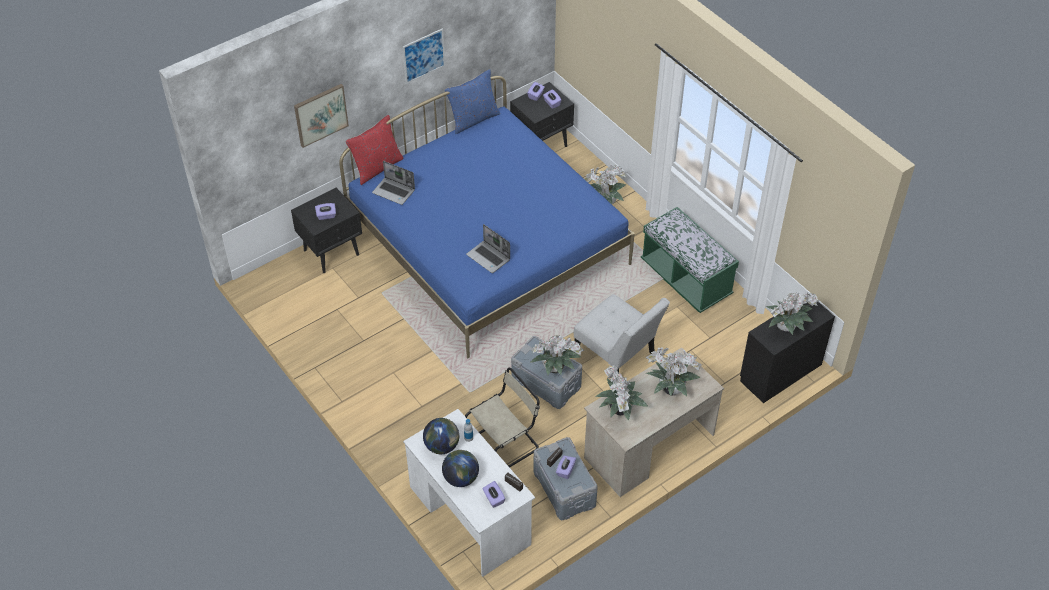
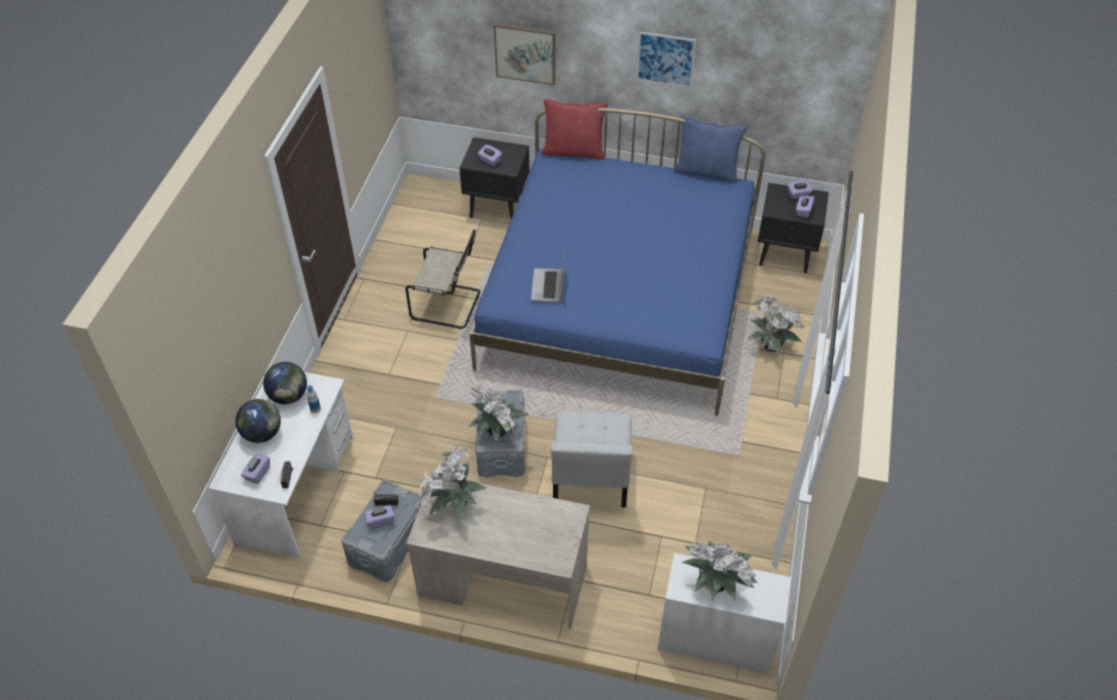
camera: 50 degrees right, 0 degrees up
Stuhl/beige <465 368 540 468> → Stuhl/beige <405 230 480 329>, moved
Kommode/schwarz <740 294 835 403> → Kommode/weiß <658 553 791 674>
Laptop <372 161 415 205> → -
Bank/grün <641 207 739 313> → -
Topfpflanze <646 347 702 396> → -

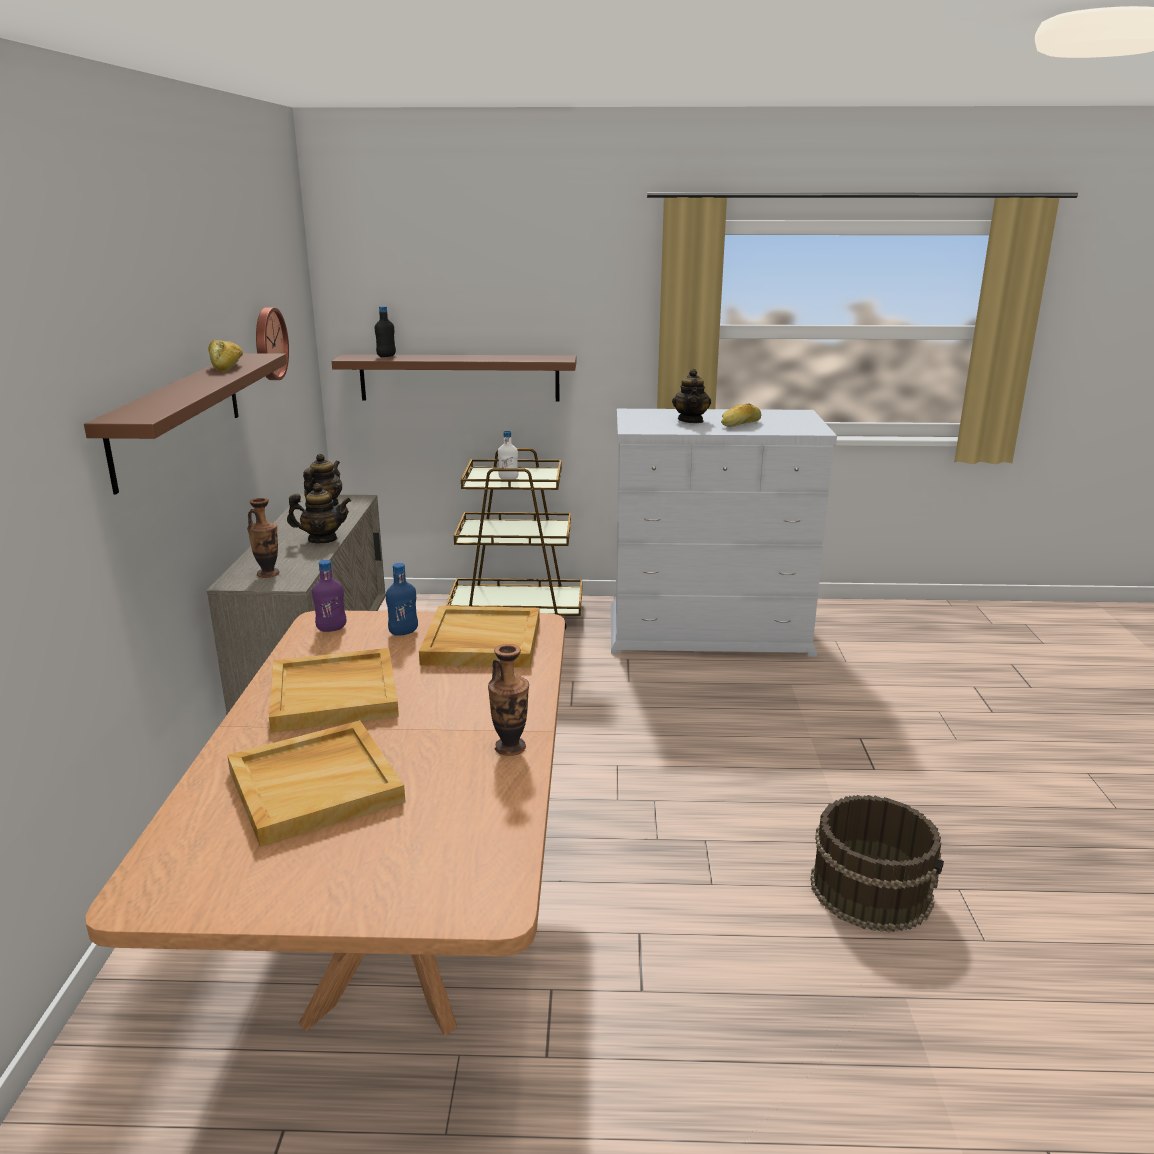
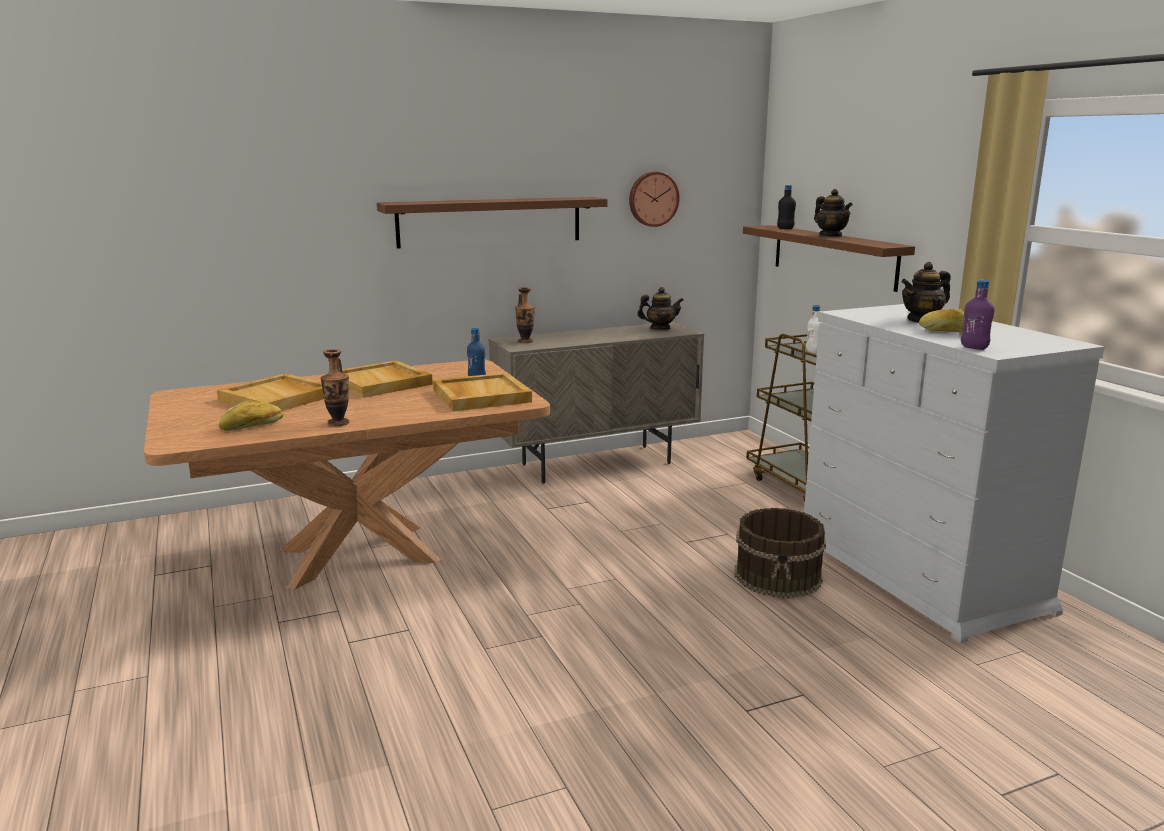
camera: 65 degrees right, 5 degrees down
Brot <208 340 243 371> → Brot <219 400 284 431>, moved
Eimer/braun <810 795 944 933> → Eimer/braun <735 508 826 598>, moved
Teekanne <287 483 351 543> → Teekanne <814 189 853 237>, moved
Flasche/lila <312 560 346 632> → Flasche/lila <961 280 995 350>, moved

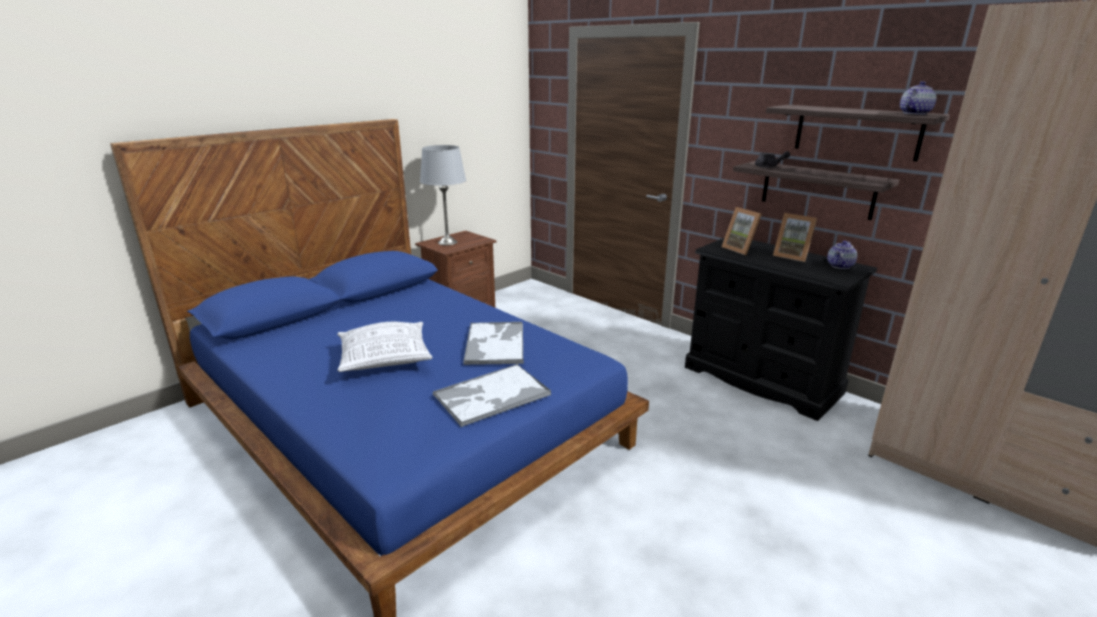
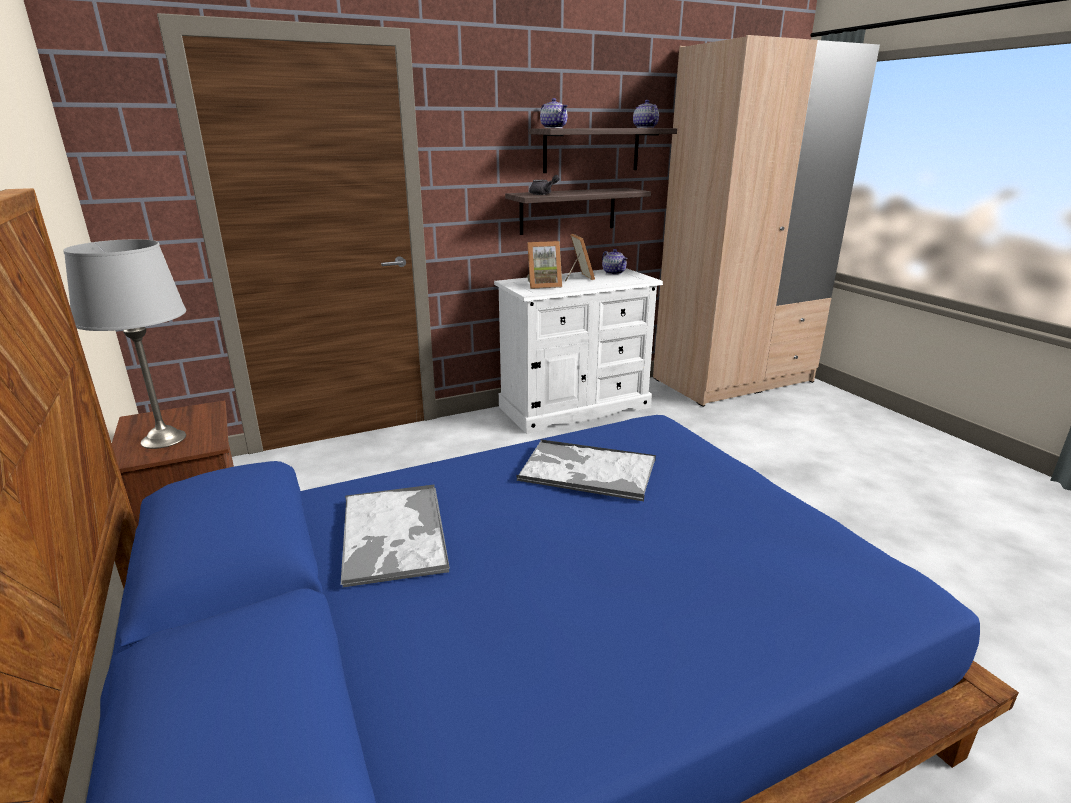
camera: 70 degrees left, 0 degrees up
Tablett <433 364 551 427> → Tablett <341 485 450 587>, moved
Kommode/schwarz <685 238 877 421> → Kommode/weiß <494 268 663 434>
- → Teekanne <540 98 568 128>
Bilderrahmen <773 213 817 262> → Bilderrahmen <565 234 595 281>, 75 degrees counterclockwise
Kissen <337 322 432 372> → -

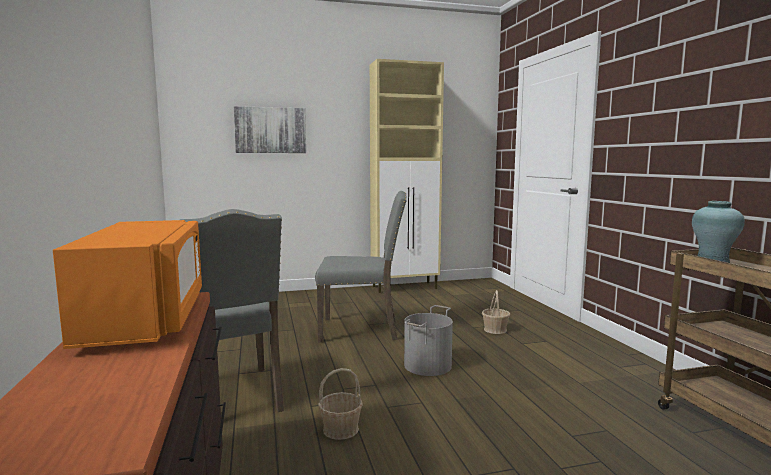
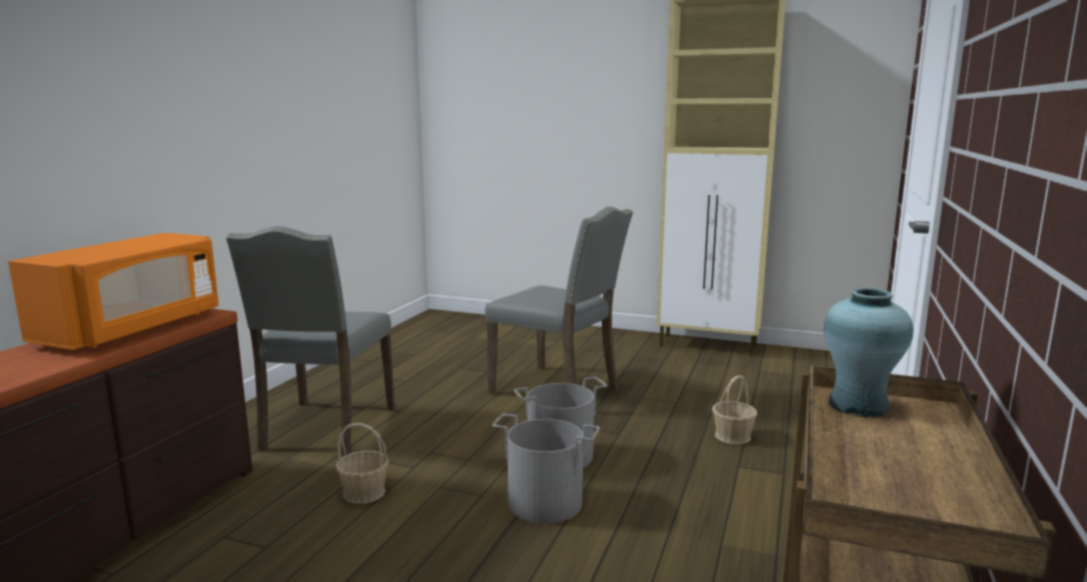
camera: 35 degrees right, 5 degrees up
- → Eimer/grau <492 414 600 523>
Bild <233 106 306 153> → -

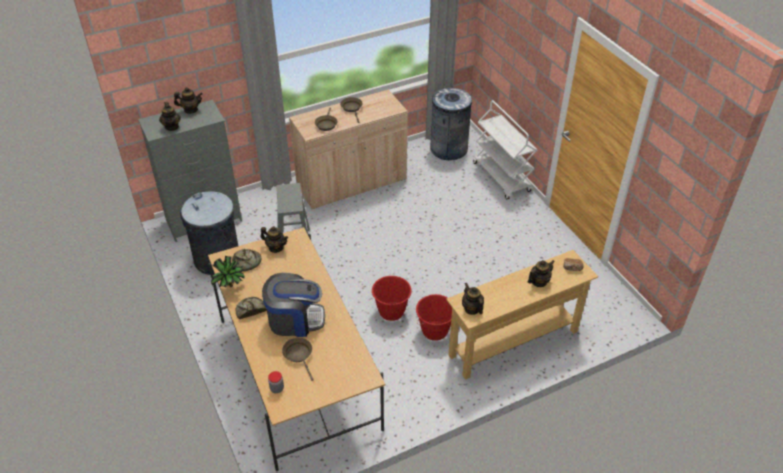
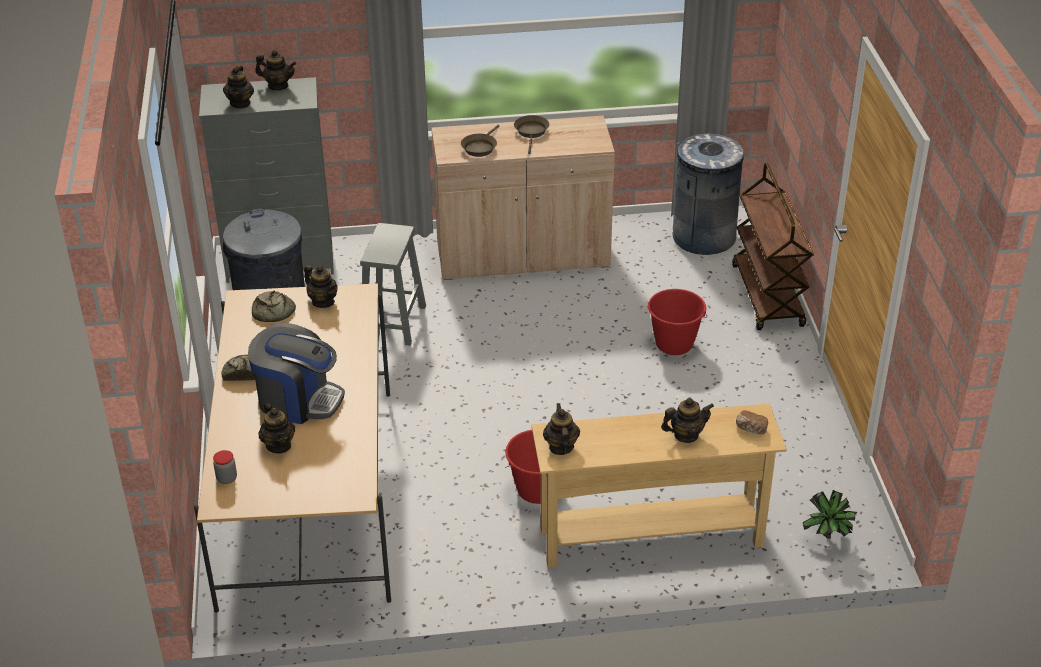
camera: 20 degrees right, 5 degrees down
Pfanne/braun <282 338 314 381> → Teekanne <258 402 295 454>
Eimer/rot <372 276 412 321> → Eimer/rot <648 289 707 355>, moved
Rollwagen/weiß <473 100 537 199> → Rollwagen/braun <732 163 814 330>
Topfpflanze <211 256 245 288> → Topfpflanze <803 490 857 539>, moved

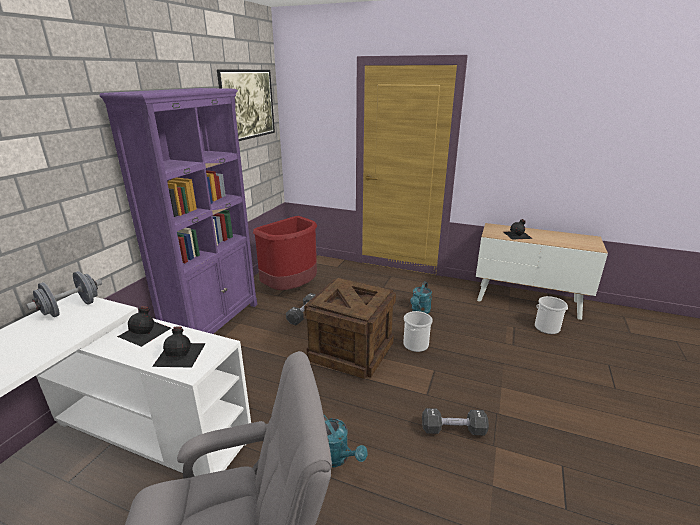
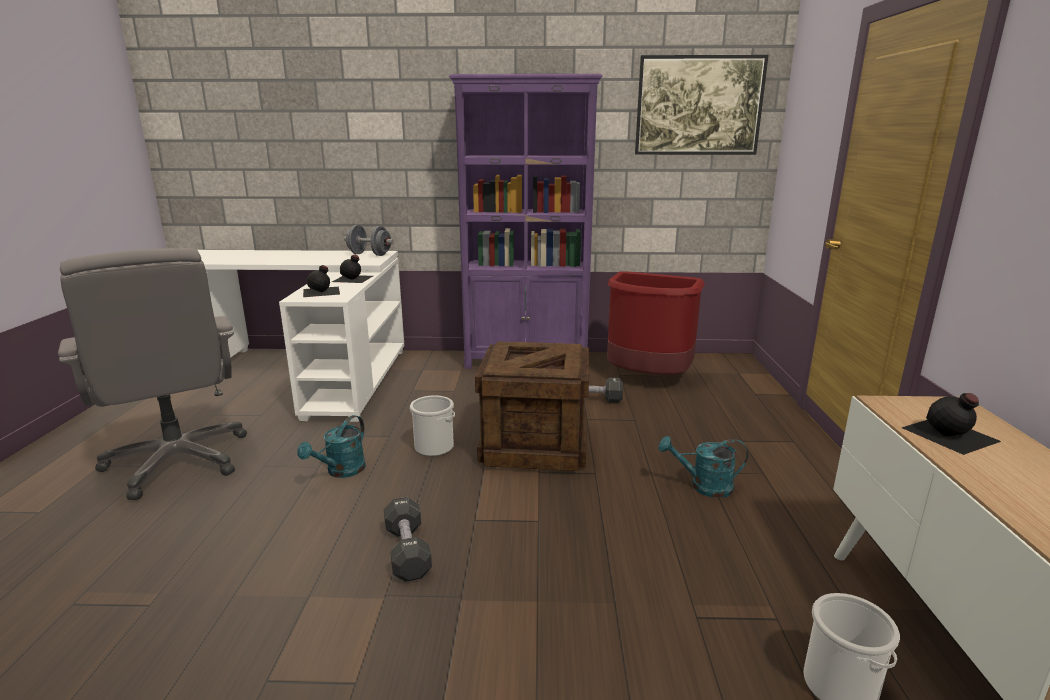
camera: 70 degrees right, 5 degrees down
Eimer <403 311 433 352> → Eimer <410 395 455 456>, moved

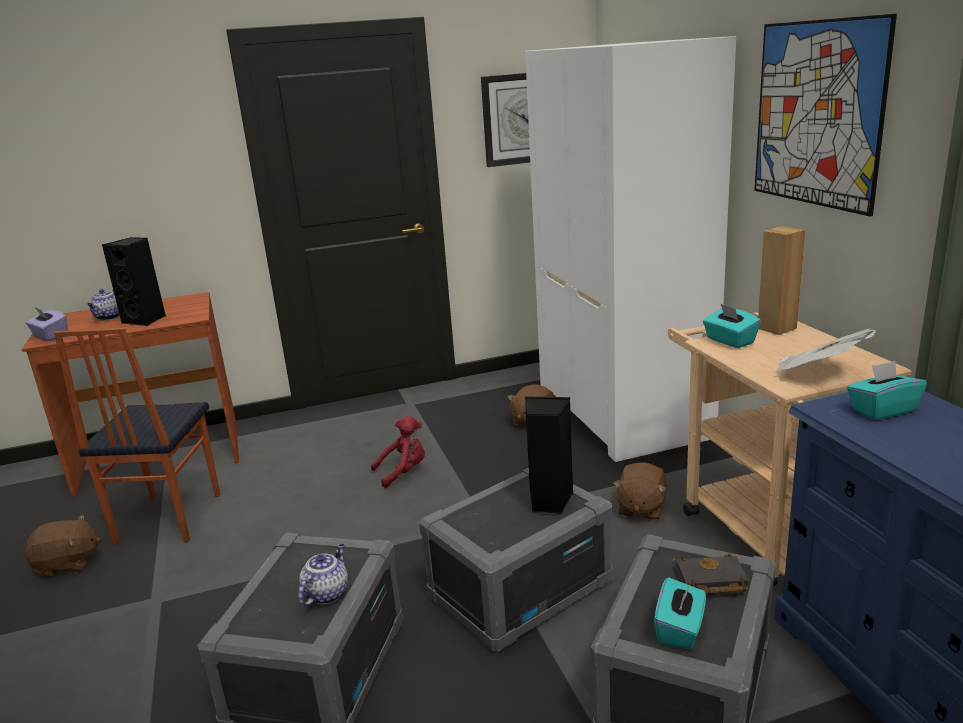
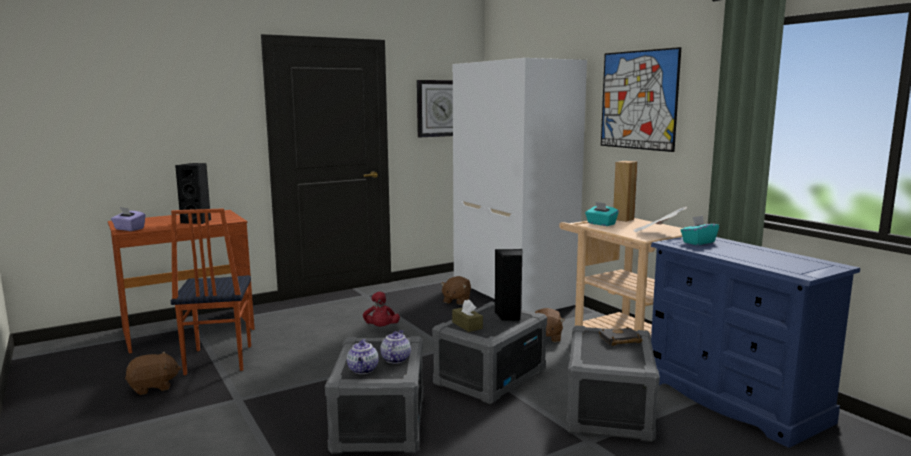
camera: 15 degrees left, 10 degrees down
Teekanne <87 289 120 320> → Teekanne <347 339 379 374>, moved
Plüschtier/rot <371 416 425 488> → Plüschtier/rot <363 292 400 327>, 120 degrees clockwise
- → Taschentuchbox/braun <452 299 483 332>
Taschentuchbox/türkis <654 577 706 649> → -

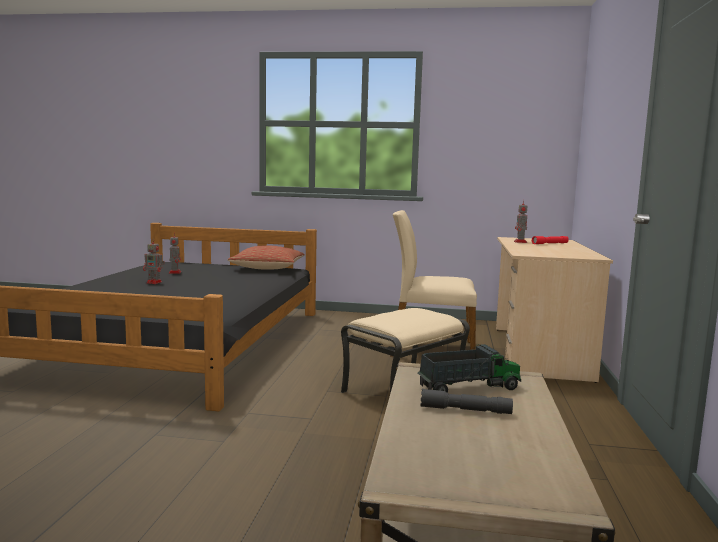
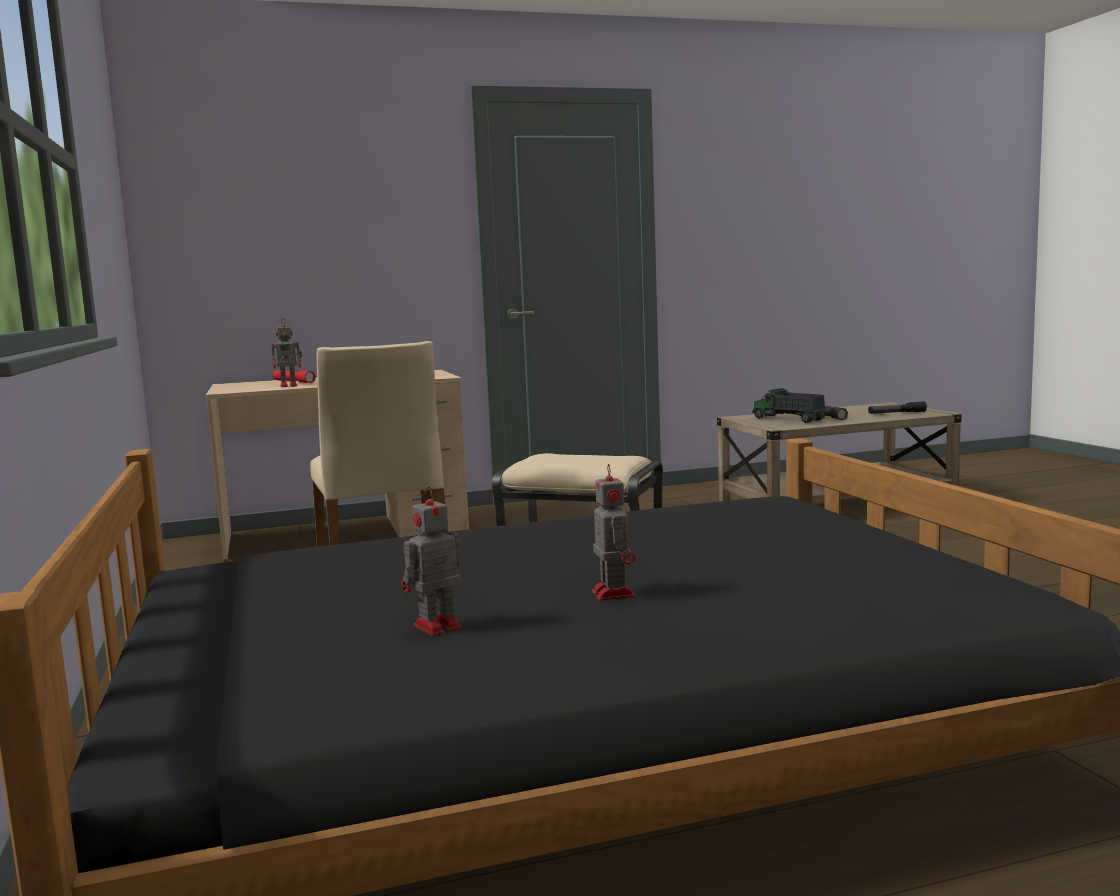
camera: 115 degrees left, 0 degrees up
- → Taschenlampe <868 402 927 414>
Kissen <227 245 305 270> → -

